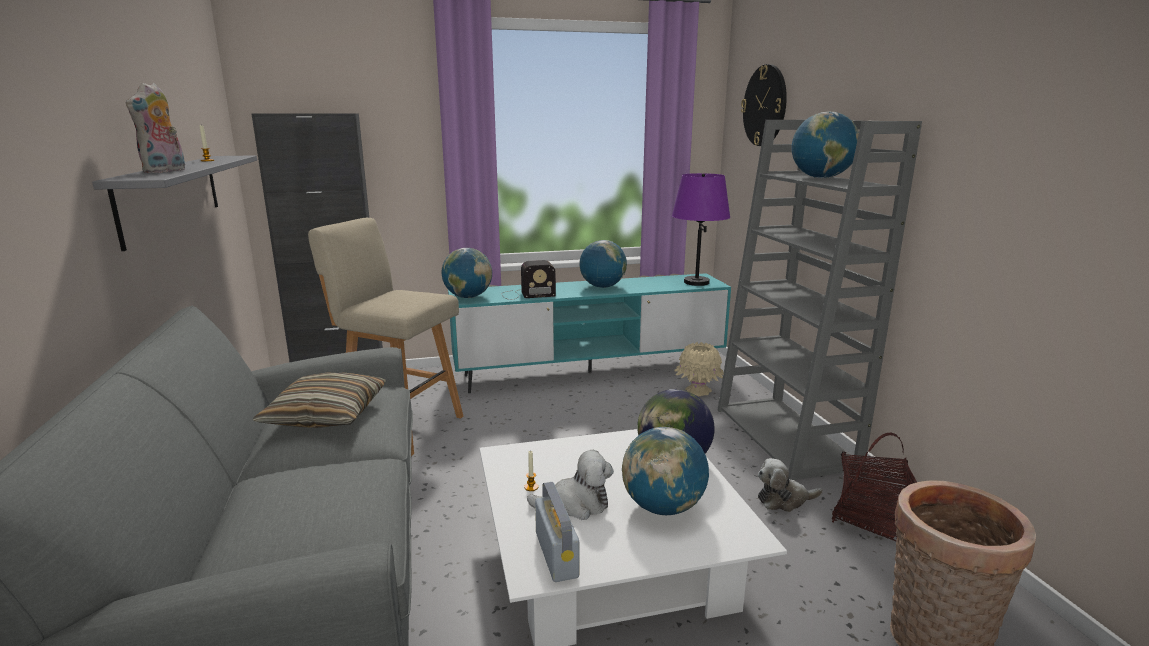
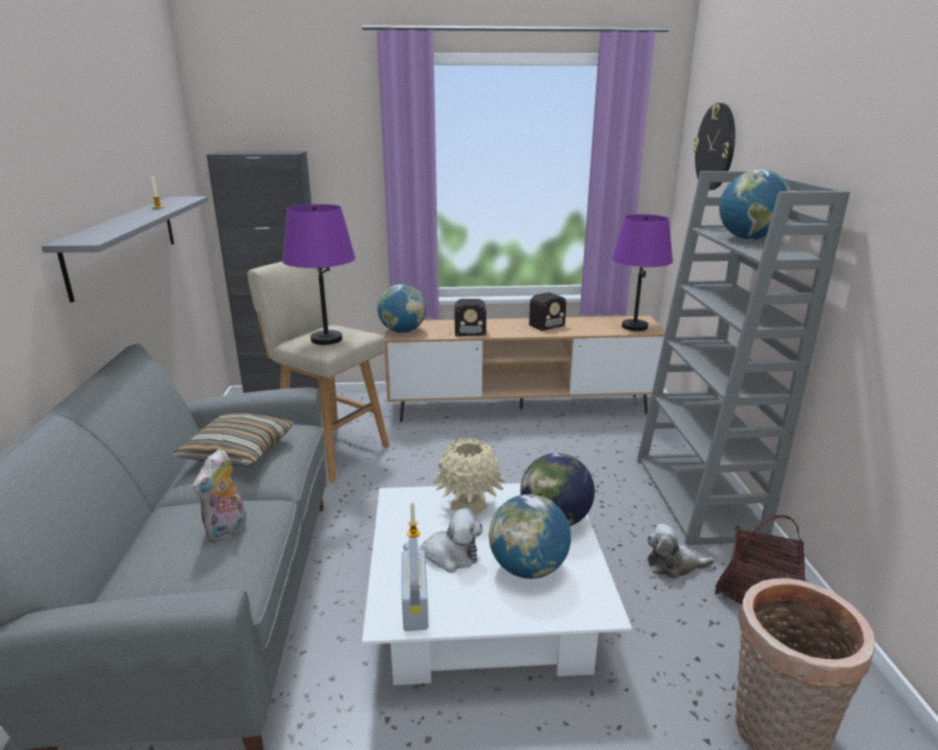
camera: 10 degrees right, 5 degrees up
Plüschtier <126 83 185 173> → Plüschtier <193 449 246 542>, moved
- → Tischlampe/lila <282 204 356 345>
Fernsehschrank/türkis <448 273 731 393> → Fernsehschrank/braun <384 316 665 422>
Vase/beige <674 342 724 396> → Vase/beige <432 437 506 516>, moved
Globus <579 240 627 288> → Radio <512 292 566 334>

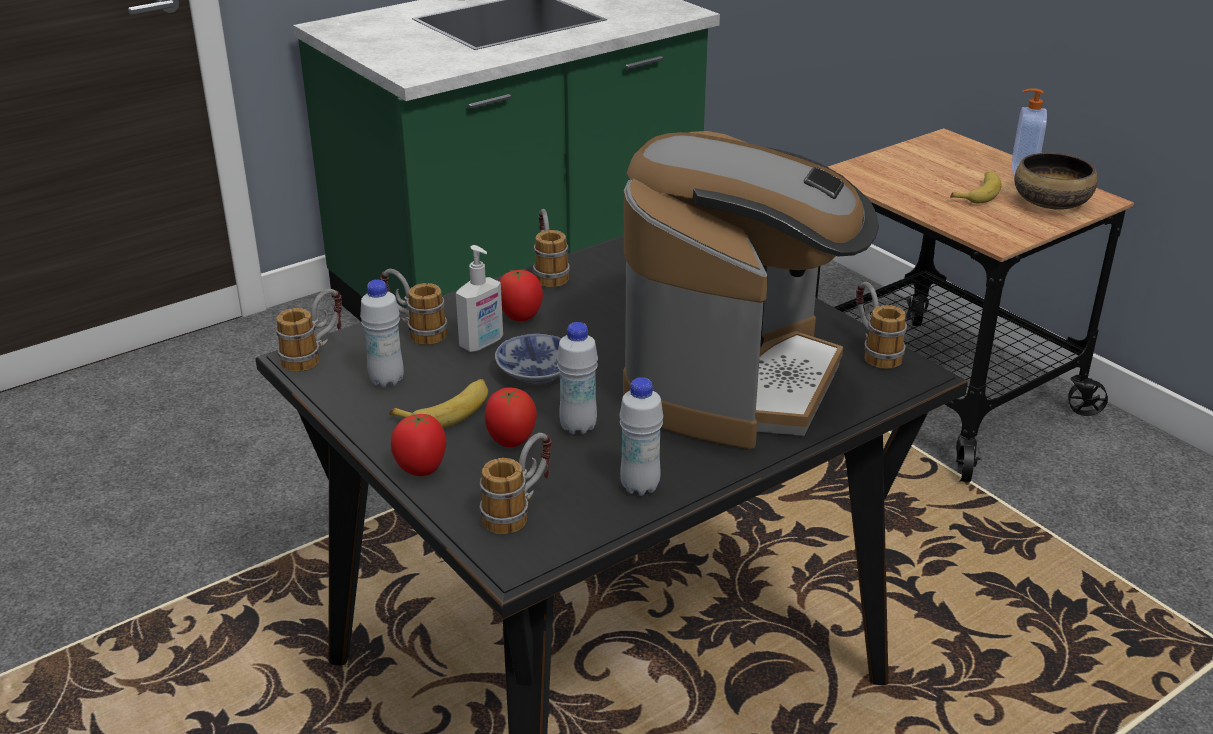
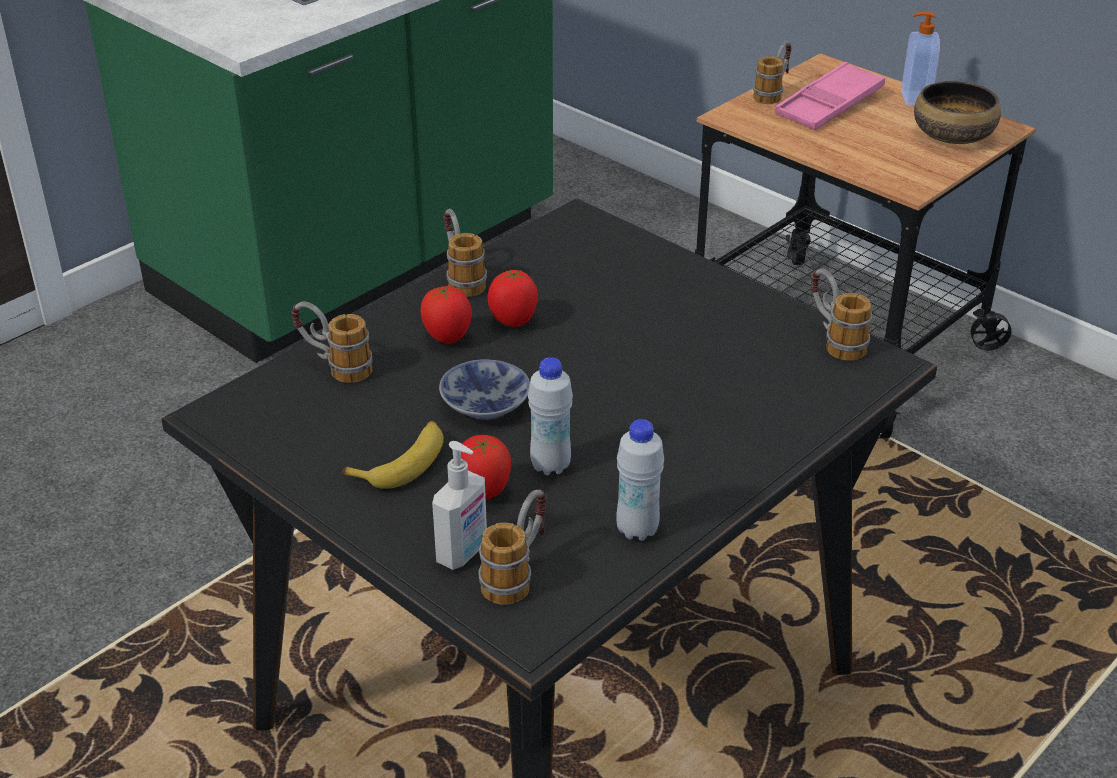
camera: 10 degrees left, 5 degrees up
Seifenspender <456 245 503 352> → Seifenspender <432 441 487 570>, moved
Tomate <391 414 446 476> → Tomate <488 270 538 327>, moved
Henkelbecher <276 289 342 372> → Henkelbecher <753 41 792 104>, moved
- → Tablett/rosa <775 62 885 130>
Flasche/weiß <360 280 404 387> → -
Kaffeemaschine <623 131 879 449> → -
Banane <950 172 1002 203> → -

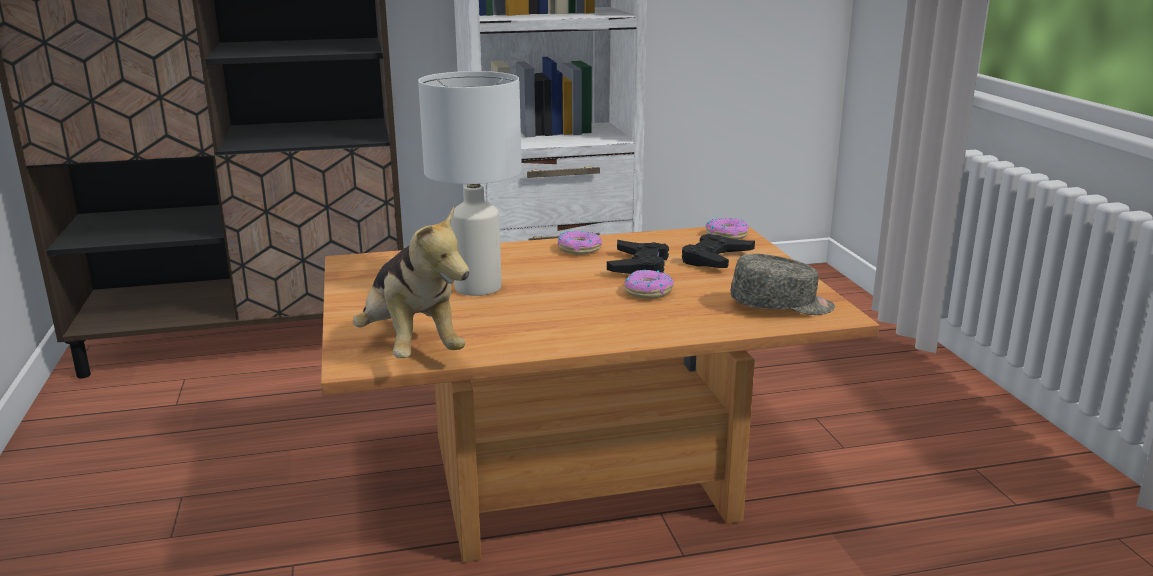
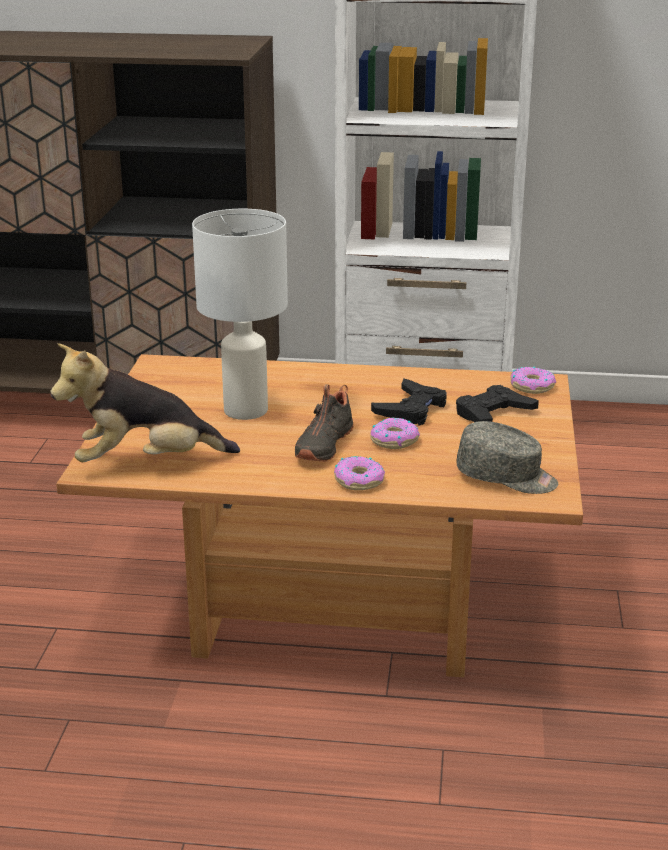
camera: 20 degrees right, 5 degrees up
Plüschtier <353 207 469 358> → Plüschtier <50 343 240 462>, 90 degrees clockwise
- → Schuh/schwarz <295 385 354 462>
Donut <558 231 602 255> → Donut <334 456 385 490>, moved

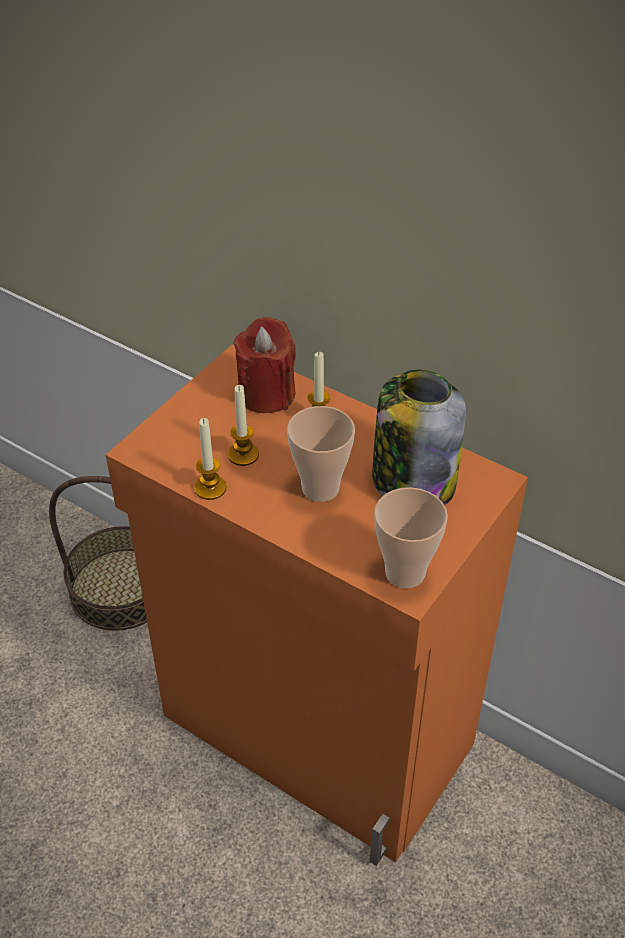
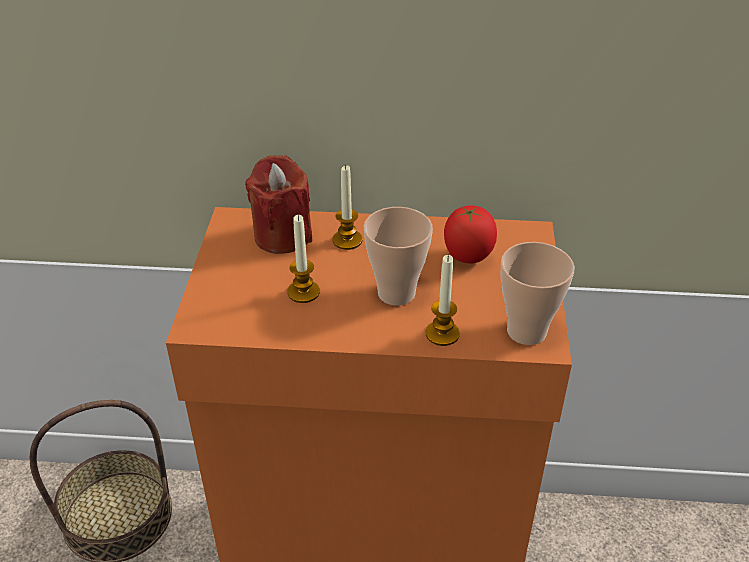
camera: 30 degrees left, 5 degrees down
Kerze <194 418 226 500> → Kerze <426 255 460 346>, moved
Vorratsglas <372 370 466 505> → Tomate <444 205 497 264>

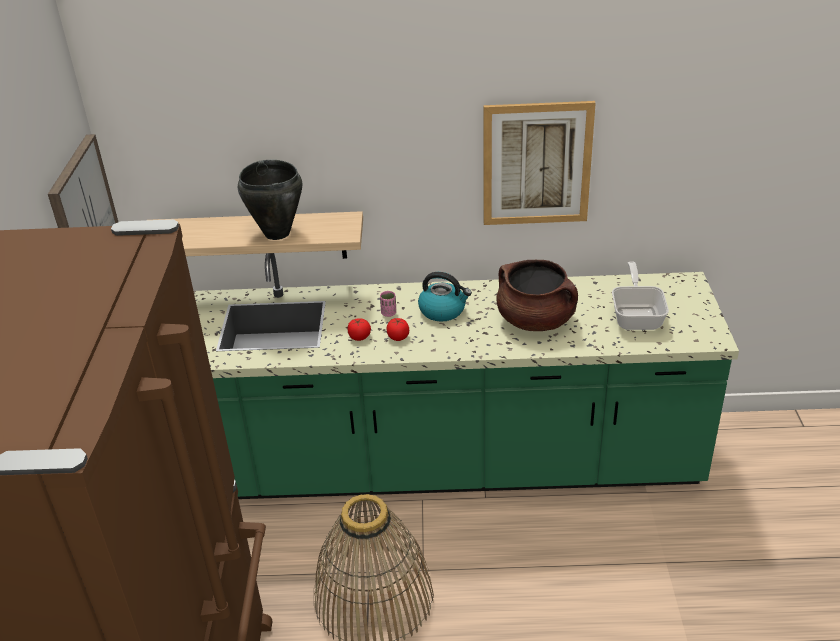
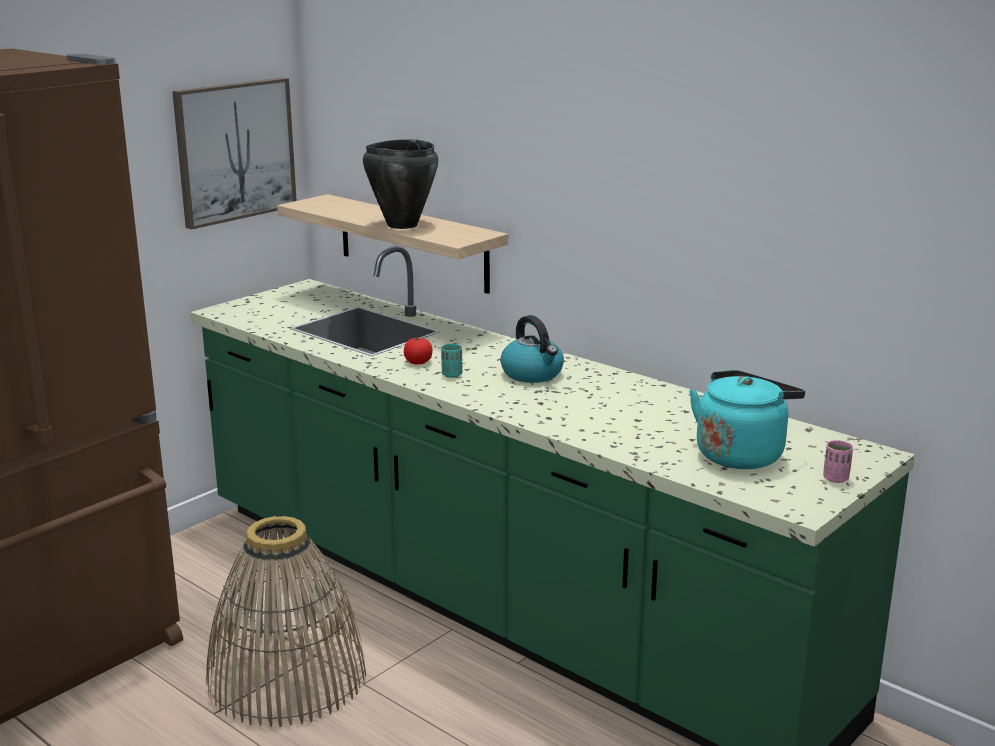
camera: 40 degrees right, 15 degrees down
Tomate <386 318 409 341> → Tasse/türkis <441 344 462 378>
Pfanne <612 261 669 330> → Wasserkessel/türkis <689 370 805 469>
Tasse/rosa <380 291 396 317> → Tasse/rosa <823 440 853 483>, moved
Bild <483 101 596 225> → -
Kochtopf/braun <496 260 578 331> → -

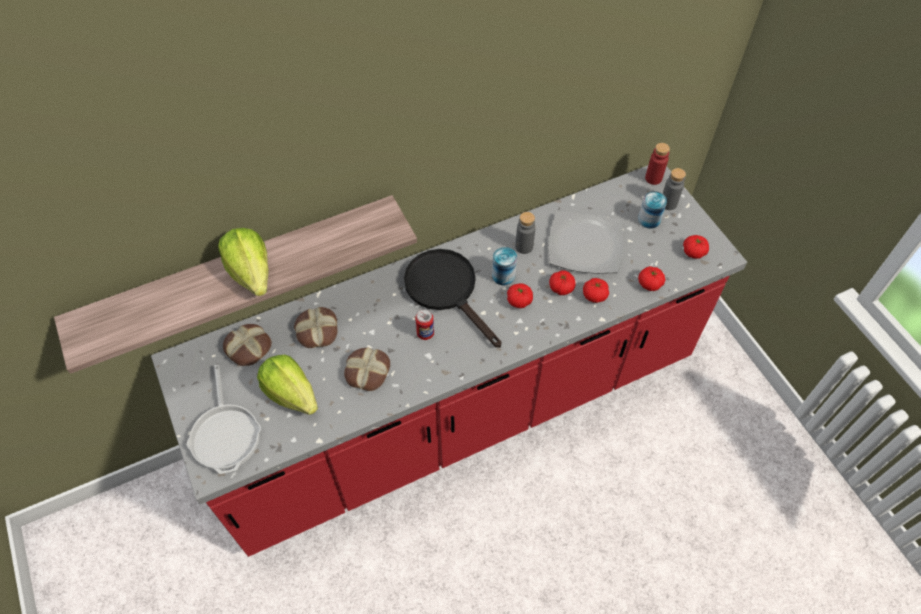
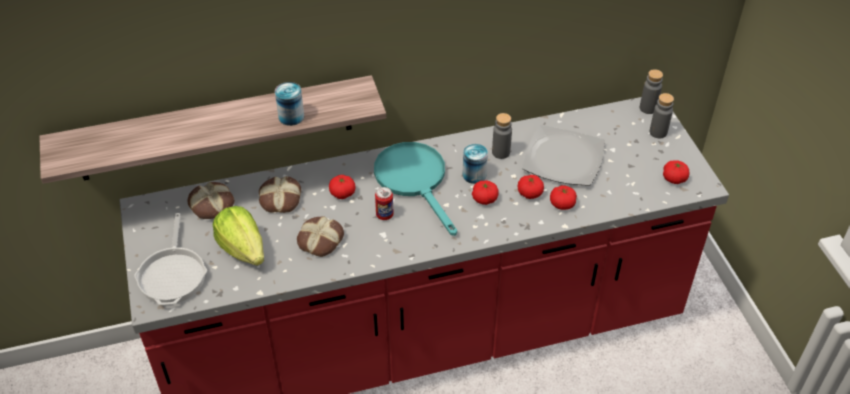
camera: 10 degrees right, 10 degrees down
Dose <638 191 667 229> → Dose <275 82 304 126>, moved
Tomate <638 266 665 291> → Tomate <329 175 356 199>, moved
Pfanne/schwarz <404 249 502 348> → Pfanne/türkis <374 142 457 236>
Flasche/rot <645 143 670 185> → Flasche/grau <640 69 663 114>
Salatkopf <218 228 269 296> → -

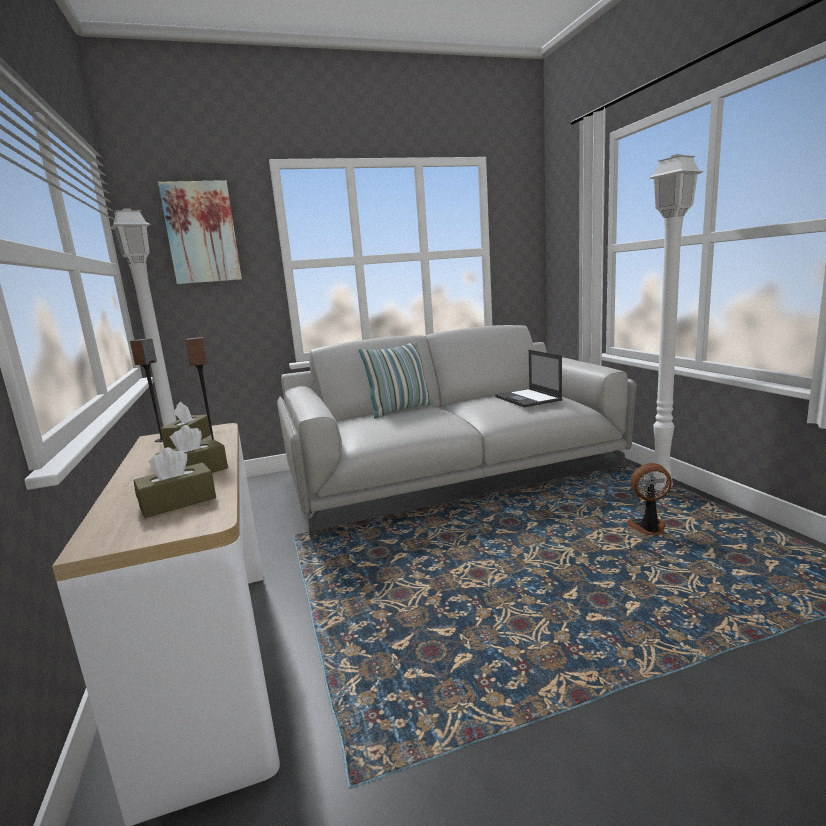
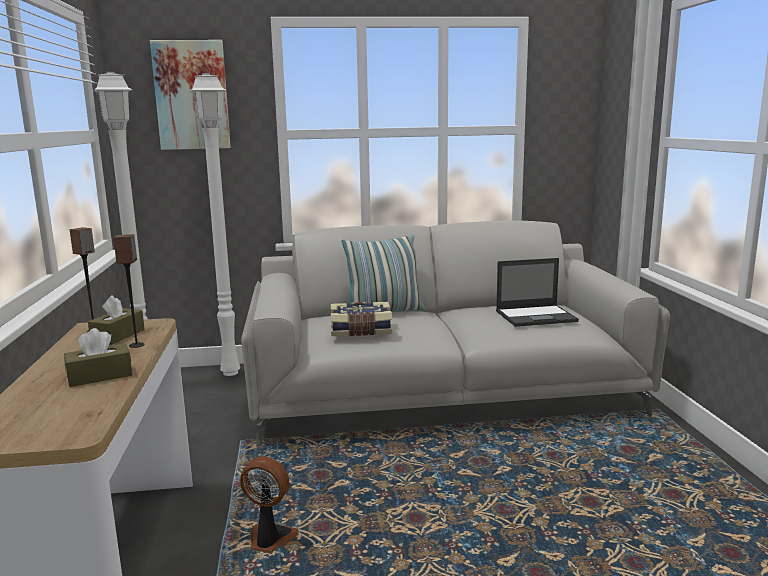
camera: 10 degrees right, 0 degrees up
Stehlampe/weiß <649 154 704 491> → Stehlampe/weiß <189 73 240 376>, moved
Ventilator <626 463 672 535> → Ventilator <240 456 299 553>, moved
- → Buch <331 302 392 336>
Laptop <495 350 563 407> → Laptop <496 258 579 327>, 90 degrees counterclockwise
Taschentuchbox/braun <133 447 216 518> → -

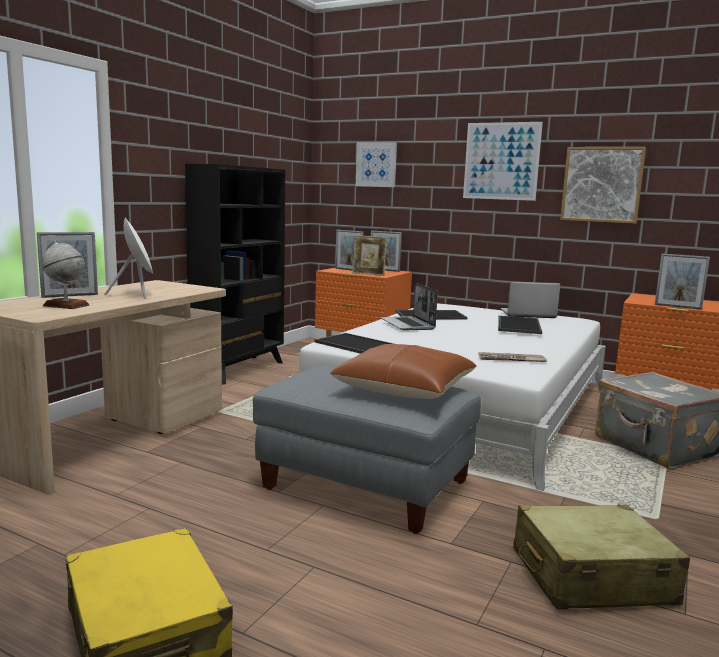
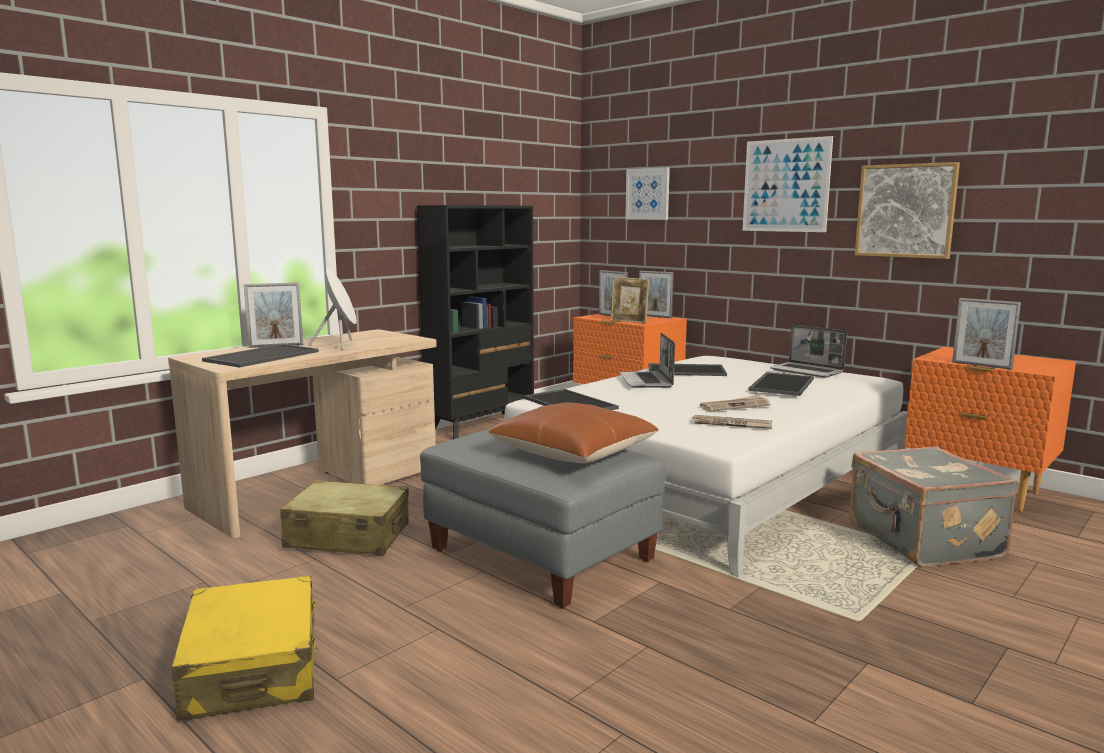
camera: 15 degrees right, 0 degrees up
Globus <42 241 89 309> → Tablett <202 344 319 368>
Koffer/beige <513 505 690 610> → Koffer/beige <280 480 409 555>, moved
- → Zeitung <700 395 770 412>
Laptop <501 281 561 318> → Laptop <770 325 847 378>, 150 degrees counterclockwise

